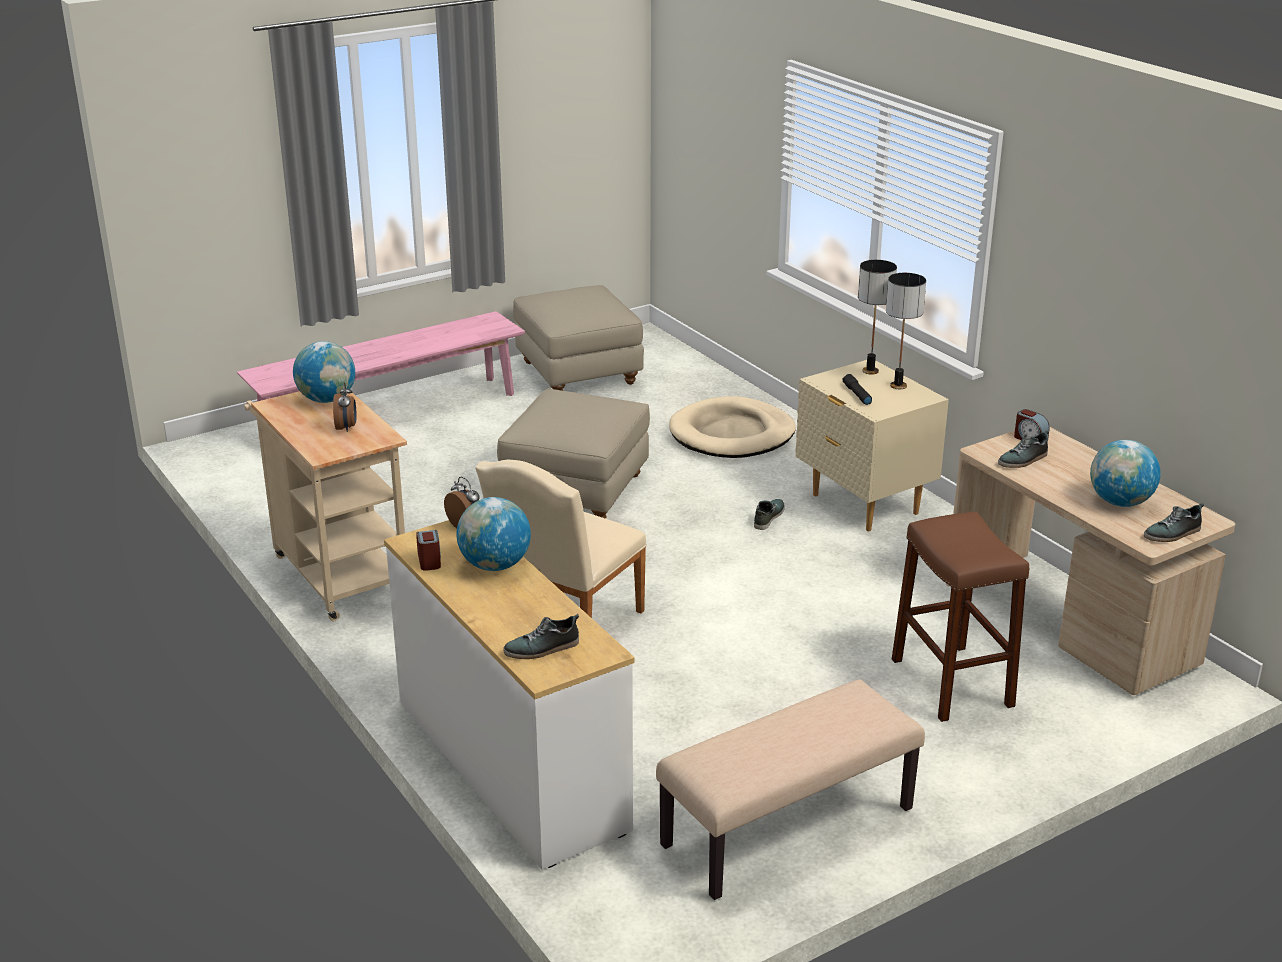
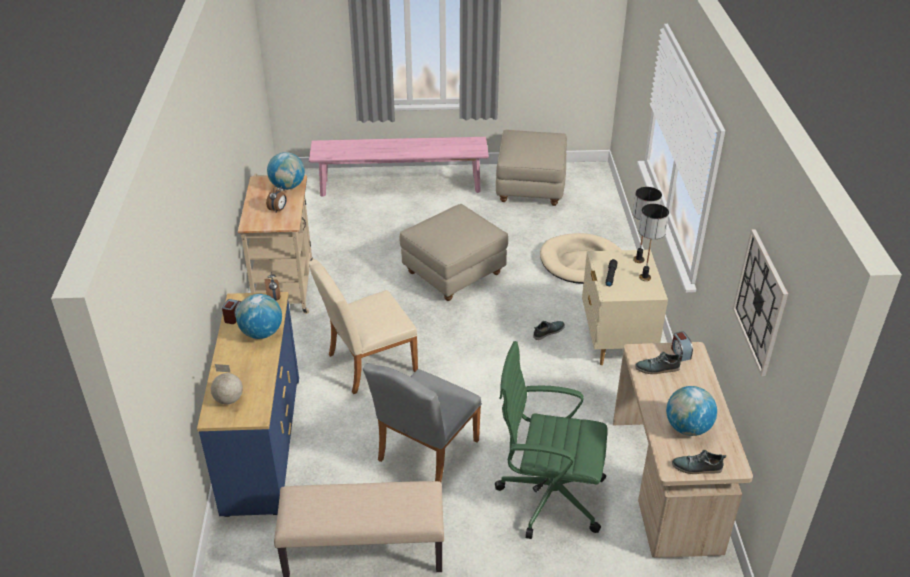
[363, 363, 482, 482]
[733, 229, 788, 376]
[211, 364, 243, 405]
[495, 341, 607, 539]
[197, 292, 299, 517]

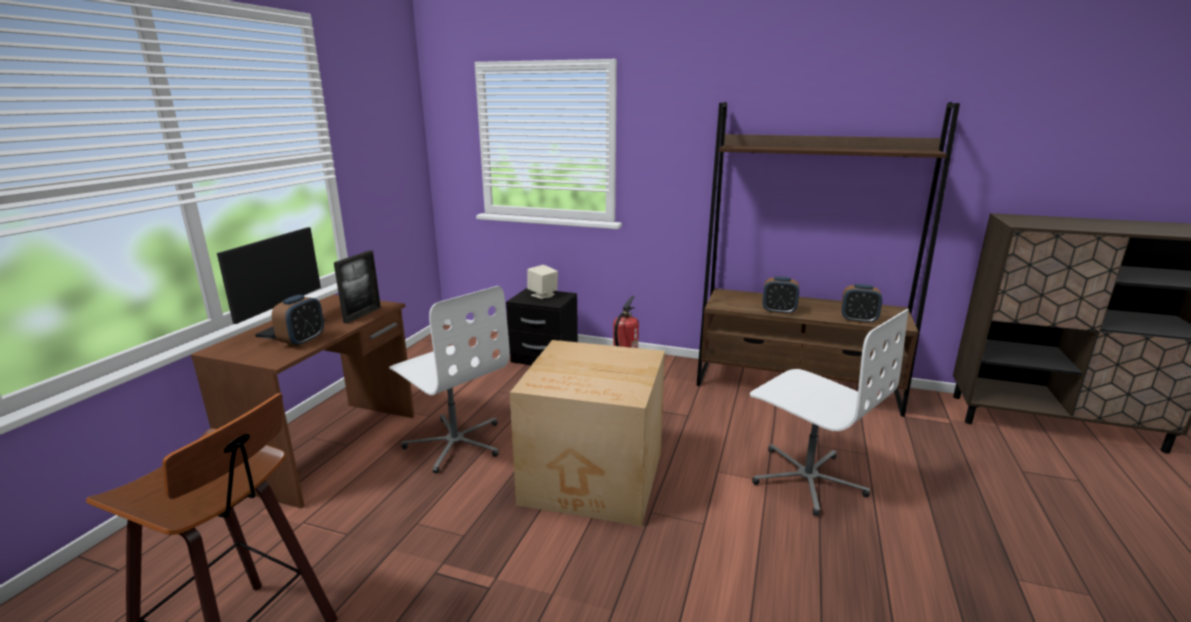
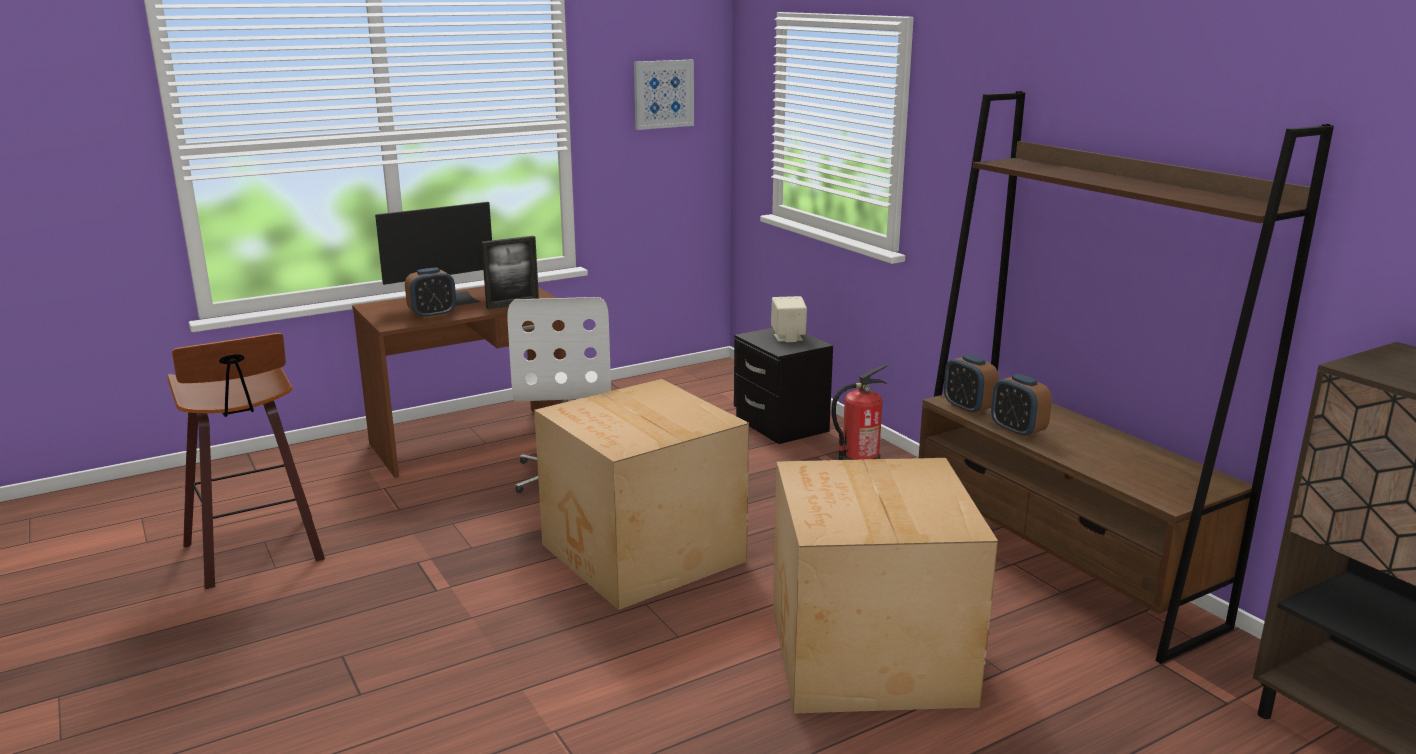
[634, 60, 694, 130]
[944, 354, 999, 415]
[773, 458, 998, 714]

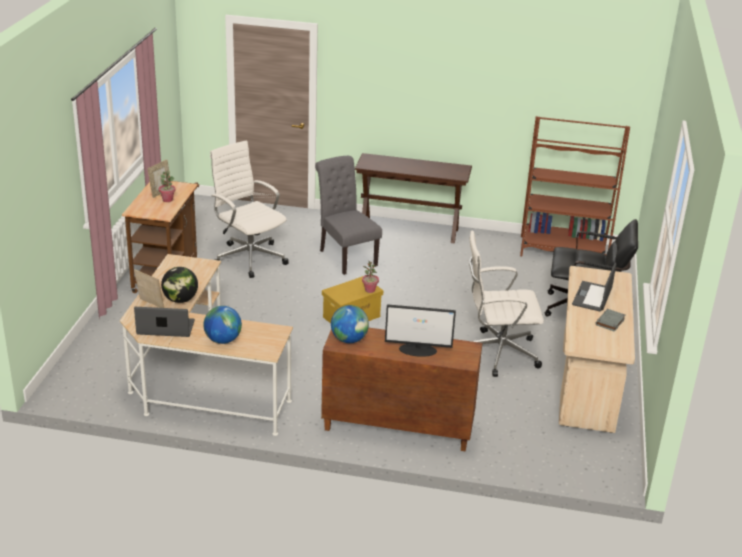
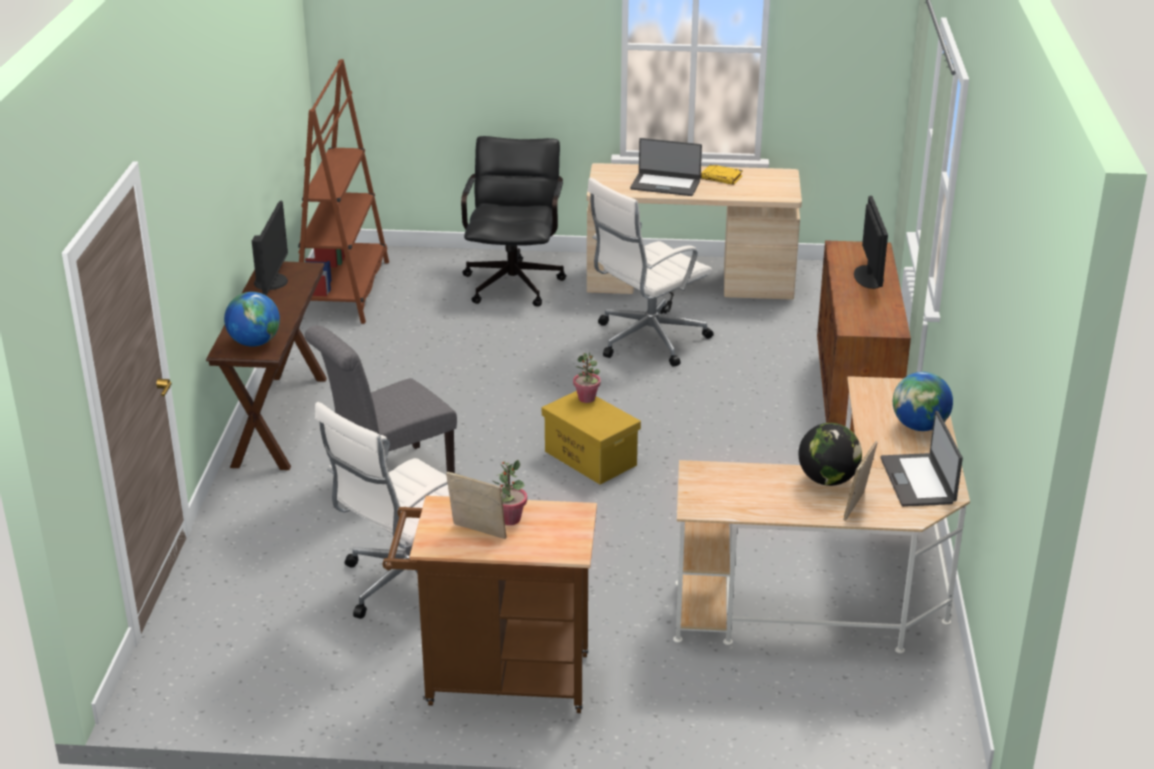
[252, 200, 288, 295]
[224, 292, 280, 347]
[701, 164, 743, 185]
[587, 178, 714, 367]

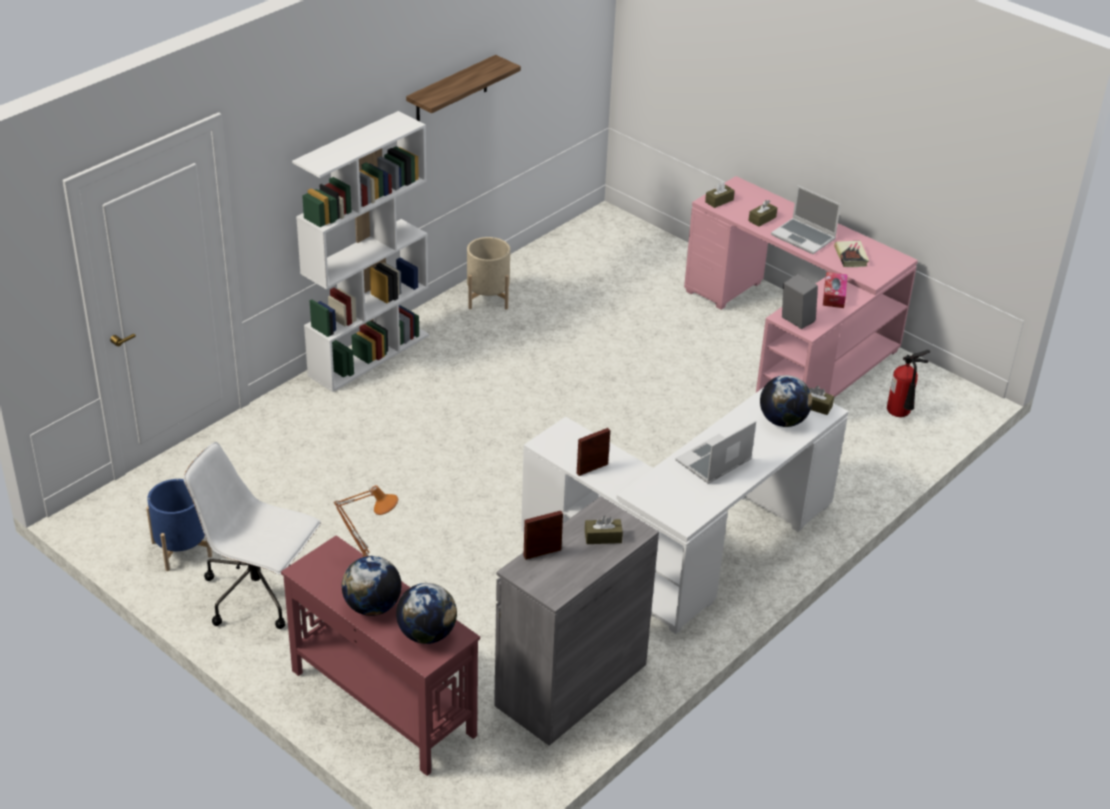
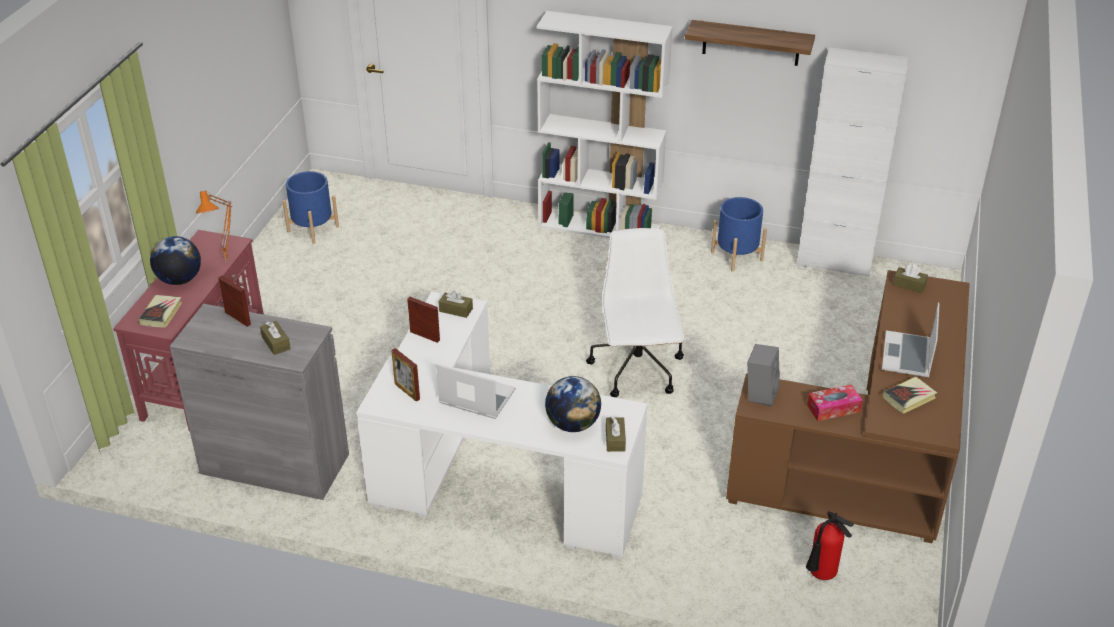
[391, 348, 420, 402]
[797, 47, 909, 277]
[586, 228, 684, 397]
[438, 290, 473, 318]
[138, 295, 182, 328]
[711, 197, 767, 272]
[726, 270, 970, 543]

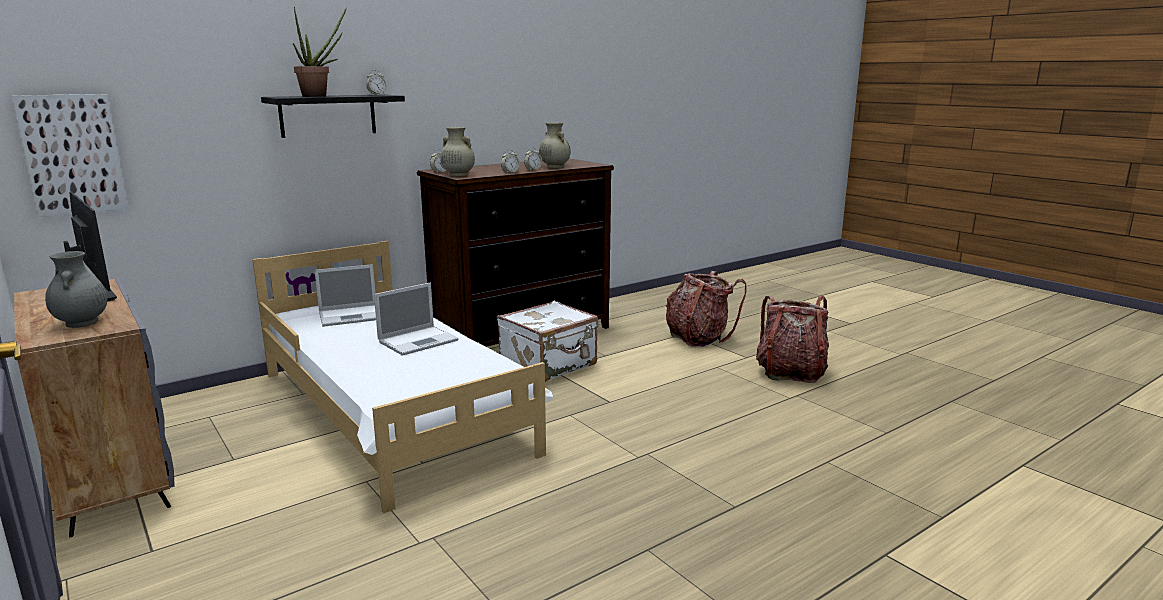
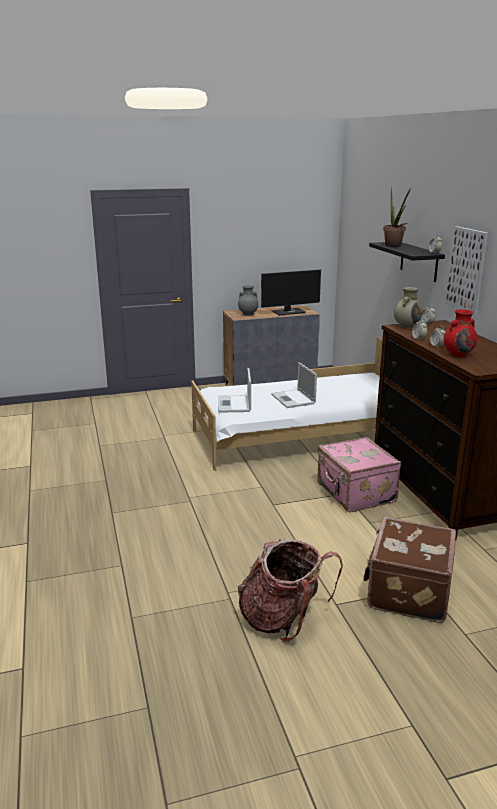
[445, 226, 488, 315]
[218, 368, 251, 413]
[363, 517, 456, 623]
[317, 437, 401, 512]
[444, 309, 477, 357]

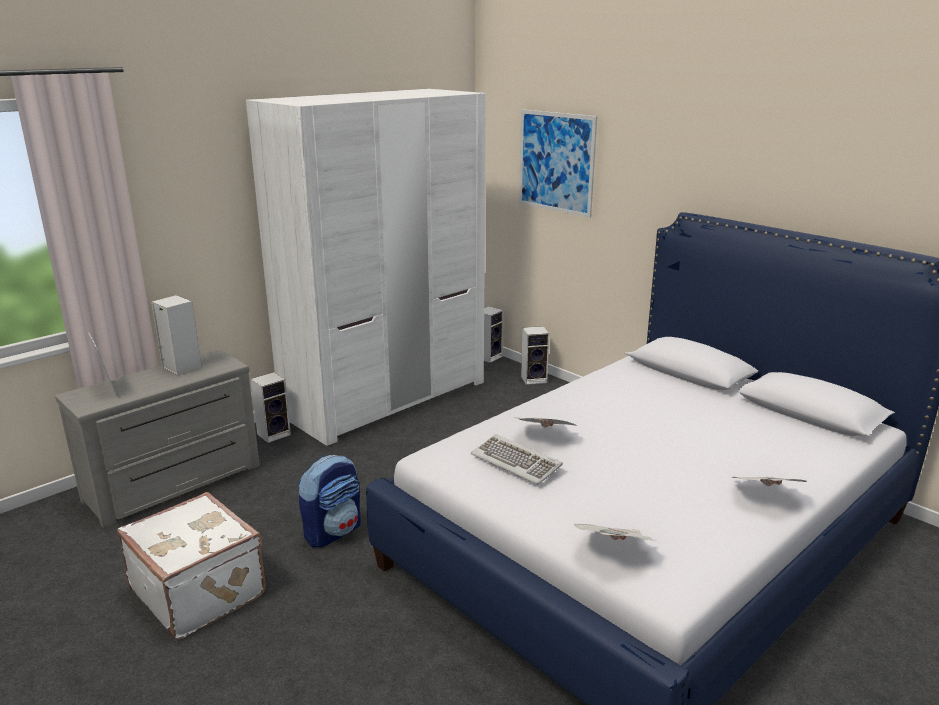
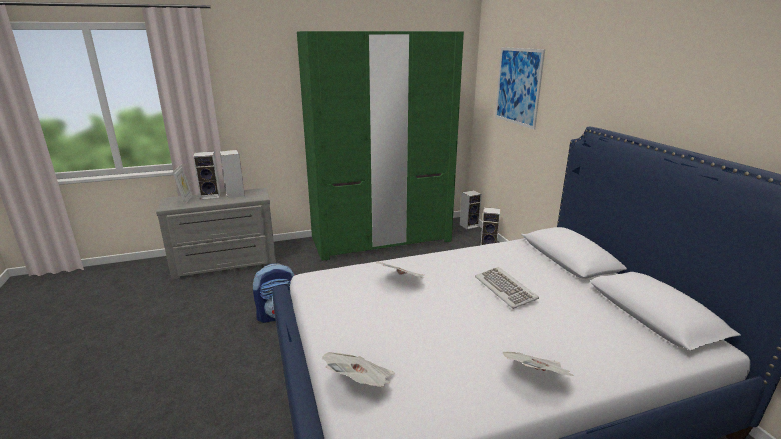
[117, 492, 266, 640] (first image)
[193, 151, 221, 200]
[475, 267, 539, 309]
[297, 31, 464, 261]

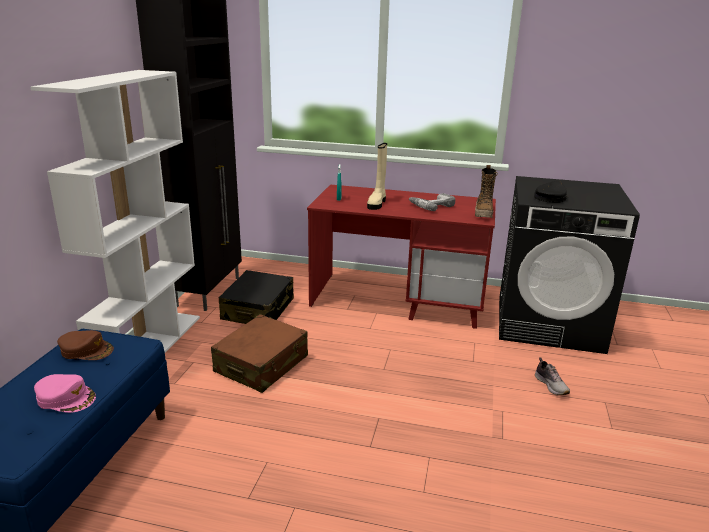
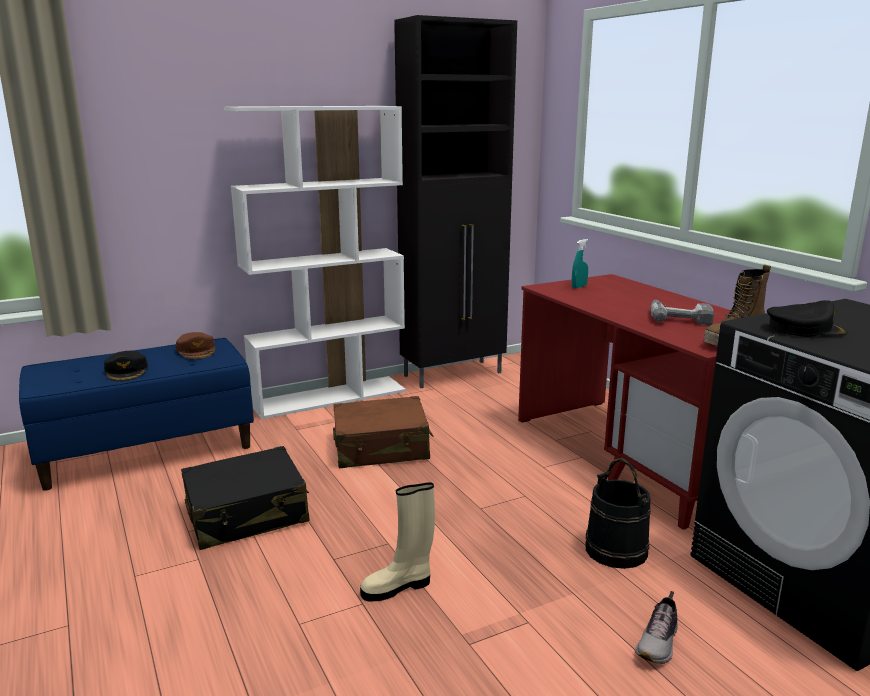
[586, 458, 651, 569]
[181, 446, 309, 550]
[360, 482, 435, 601]
[104, 351, 148, 381]

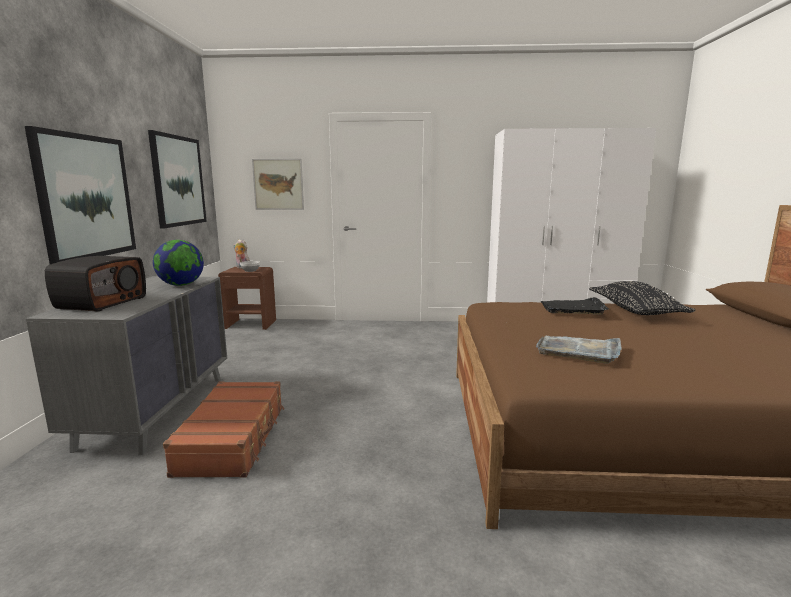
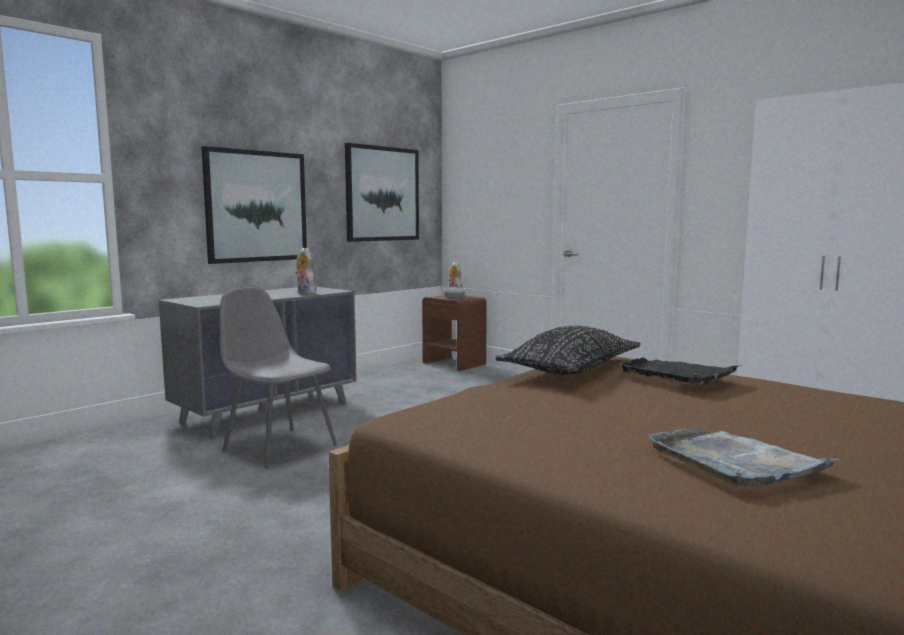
[45, 256, 146, 312] (first image)
[252, 159, 304, 210] (first image)
[648, 427, 840, 487]
[496, 326, 641, 375]
[295, 248, 317, 294]
[220, 286, 337, 469]

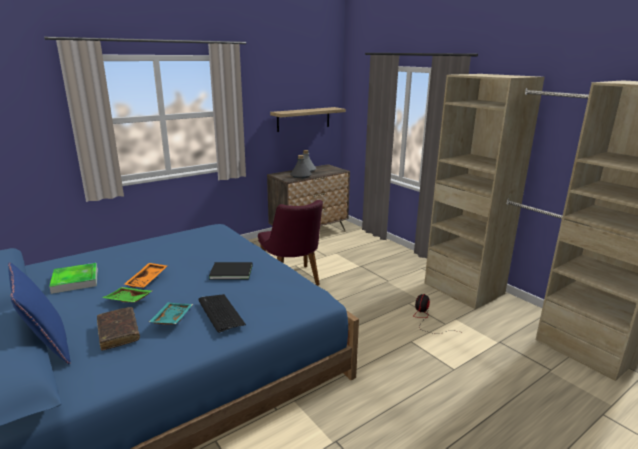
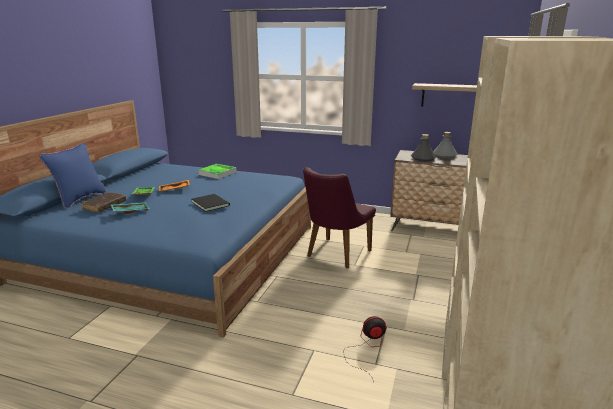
[198, 294, 246, 333] (first image)
[198, 164, 237, 179]

